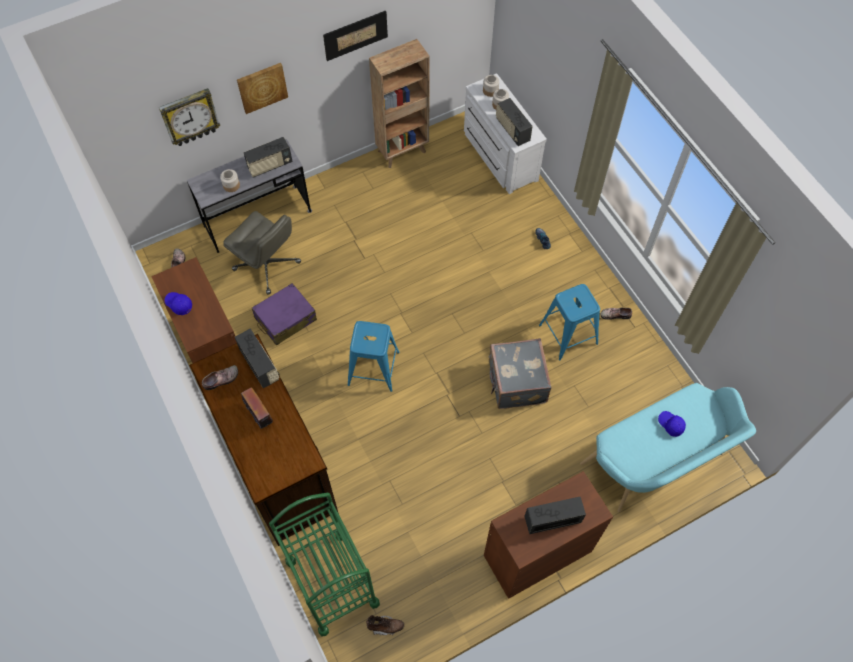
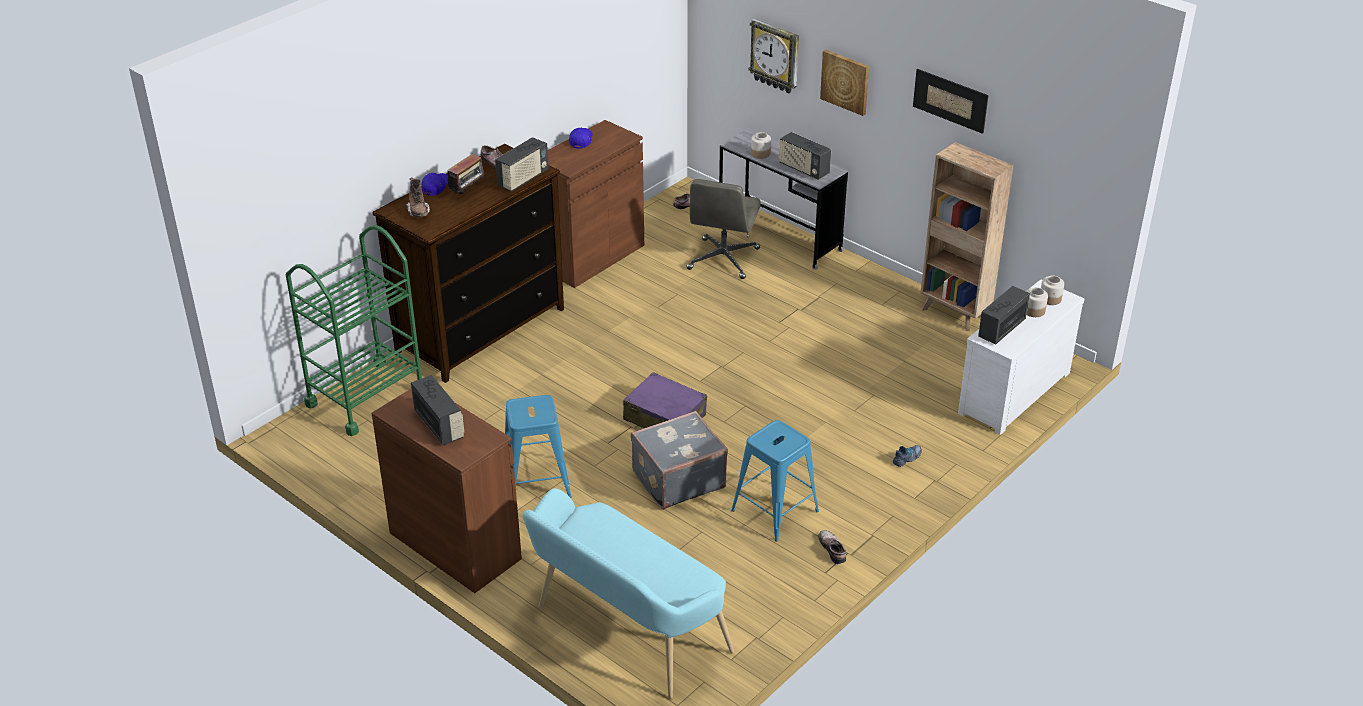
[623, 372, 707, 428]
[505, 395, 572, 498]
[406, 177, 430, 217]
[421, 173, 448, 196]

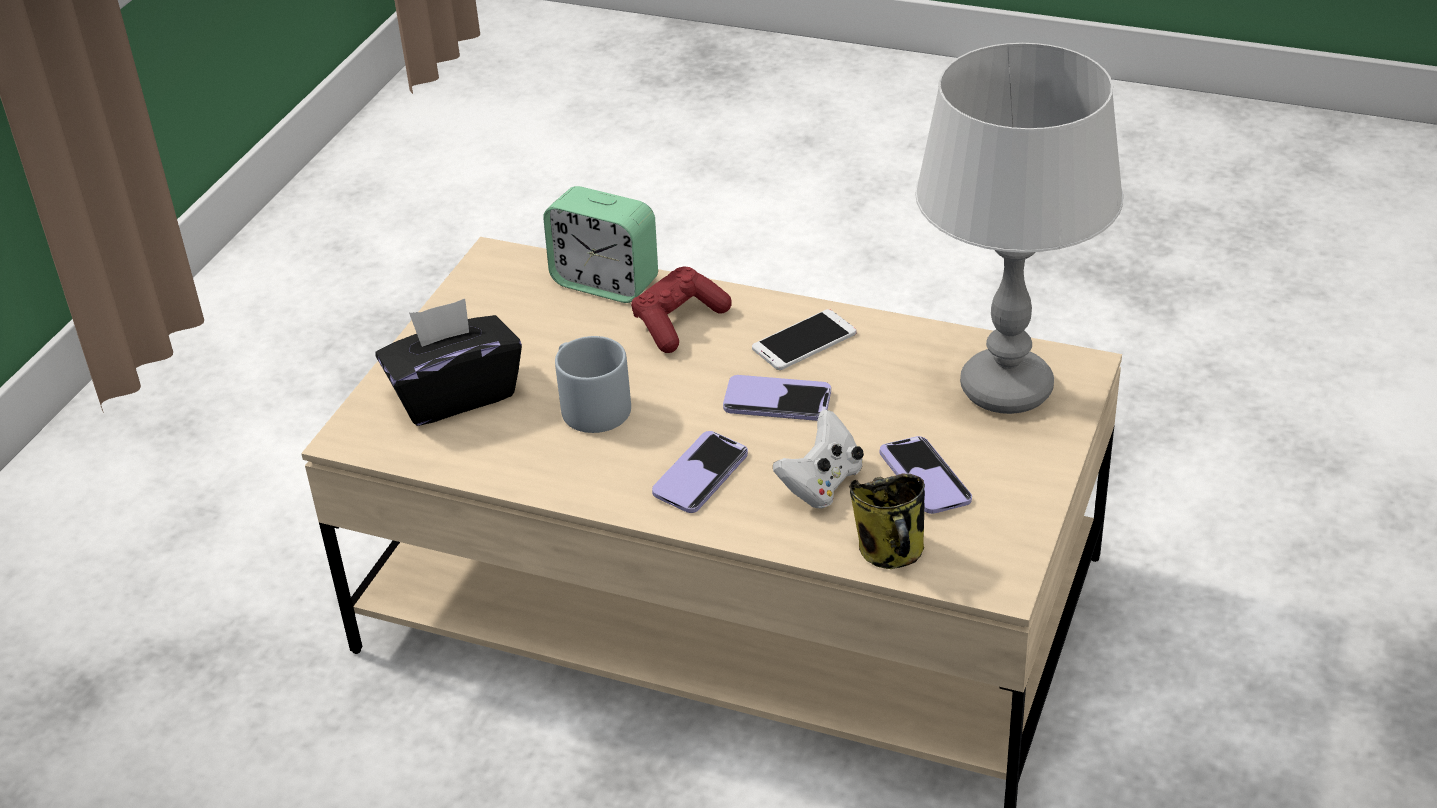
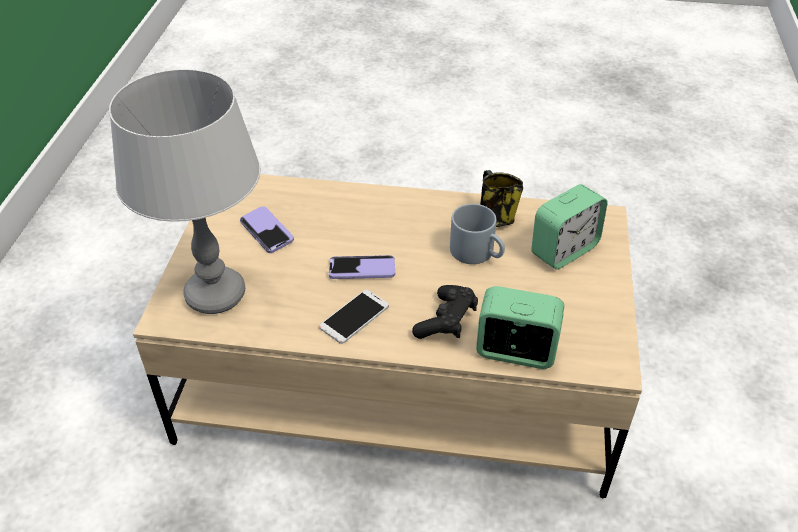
[652, 431, 748, 513] (first image)
[773, 409, 864, 509] (first image)
[480, 170, 523, 227]
[531, 184, 608, 269]
[412, 285, 478, 339]

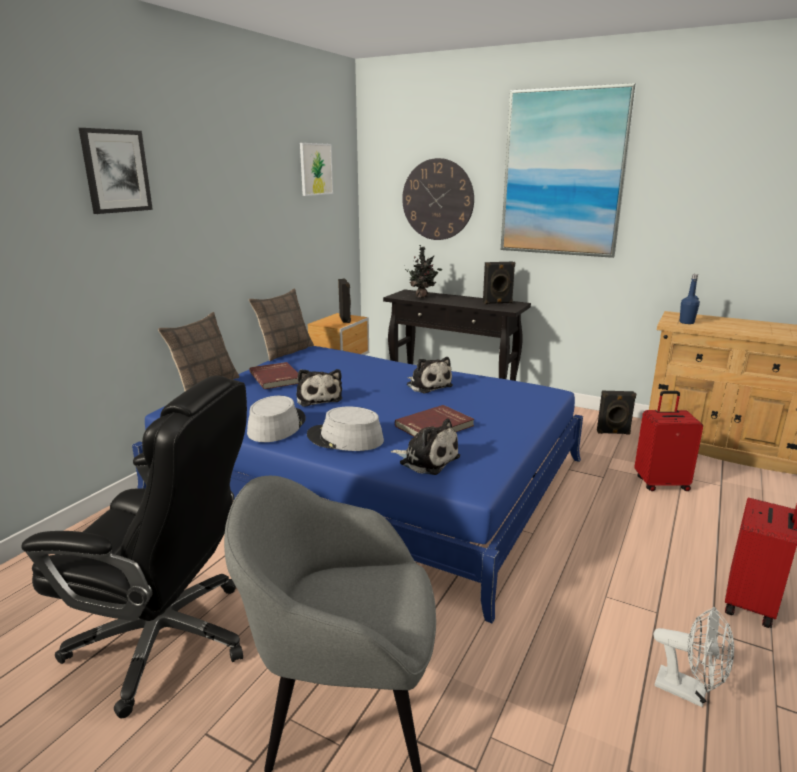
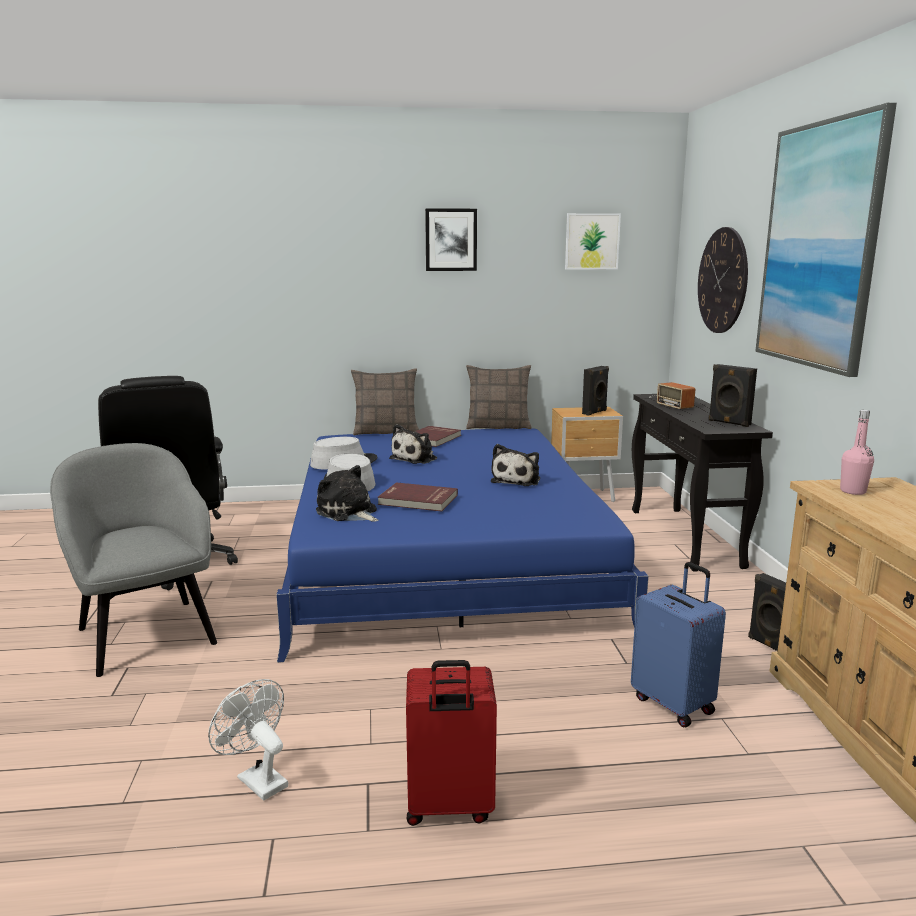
[425, 208, 477, 271]
[649, 382, 695, 409]
[631, 562, 726, 727]
[840, 410, 874, 495]
[316, 465, 378, 522]
[208, 679, 288, 801]

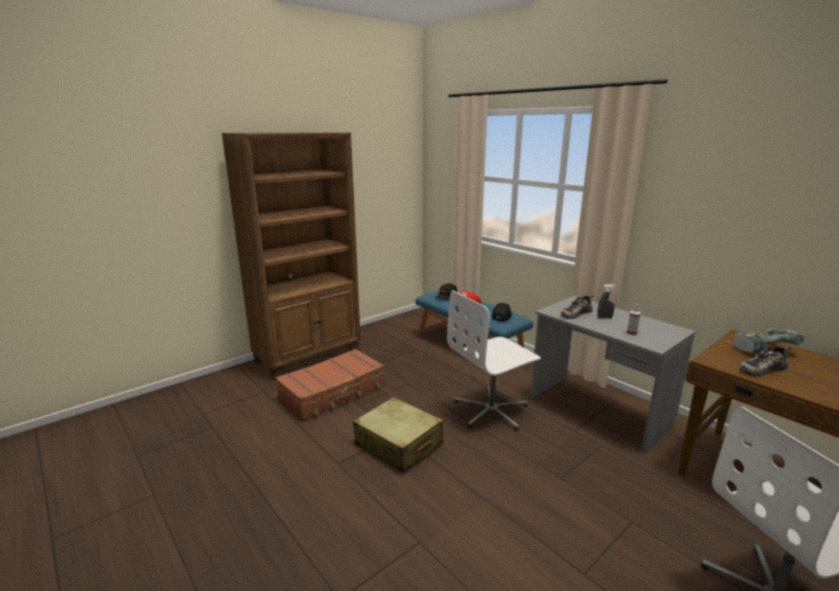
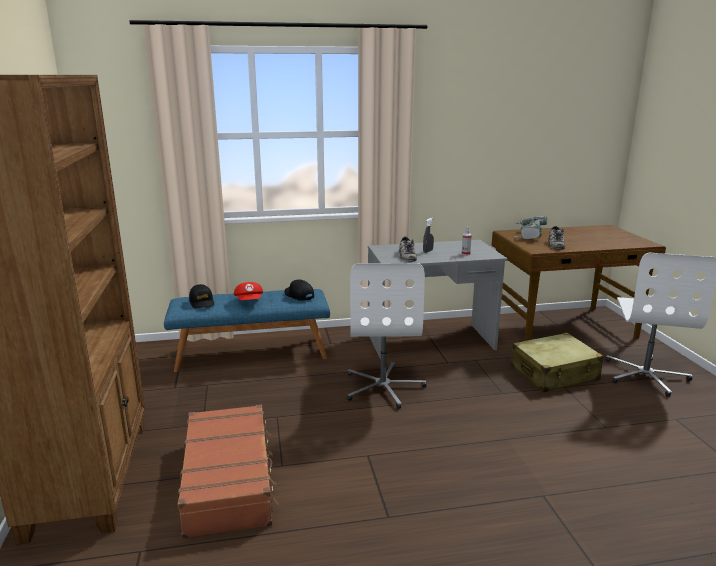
[511, 333, 604, 392]

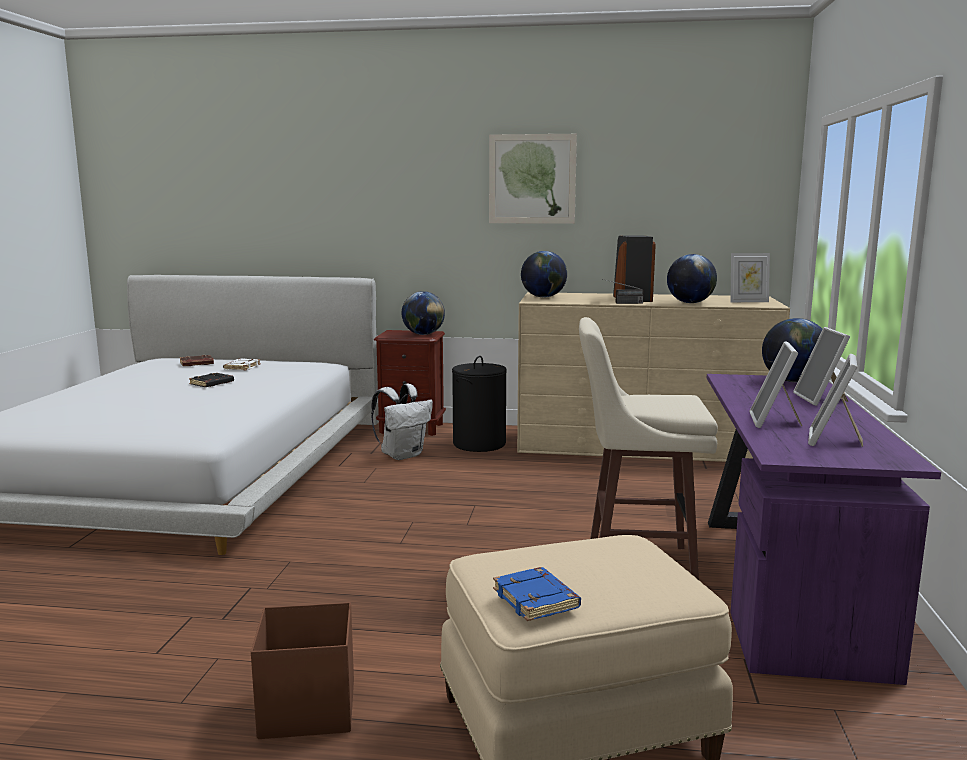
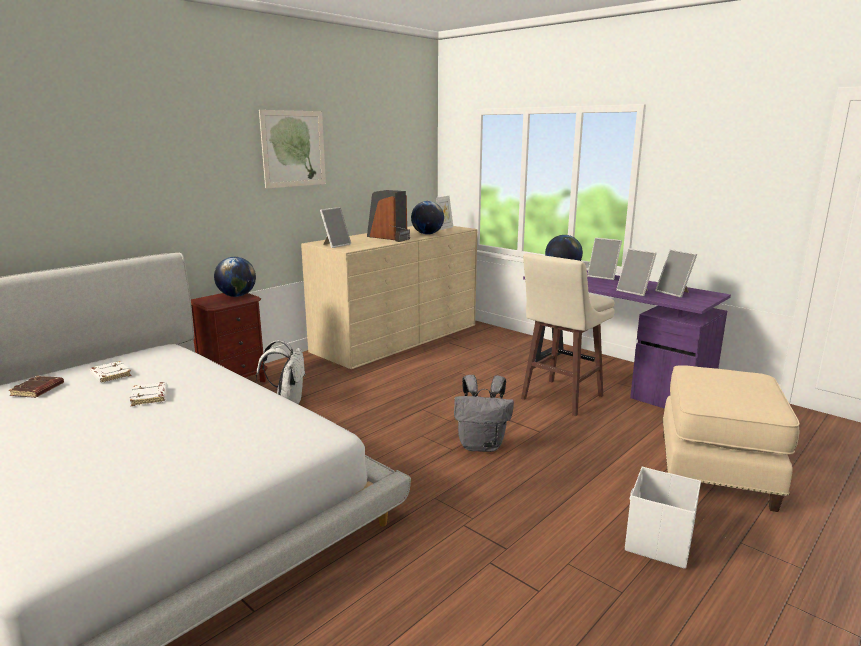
[452, 356, 507, 452] (first image)
[493, 567, 581, 621] (first image)
[454, 375, 514, 452]
[320, 207, 351, 248]
[130, 382, 167, 406]
[625, 467, 701, 569]

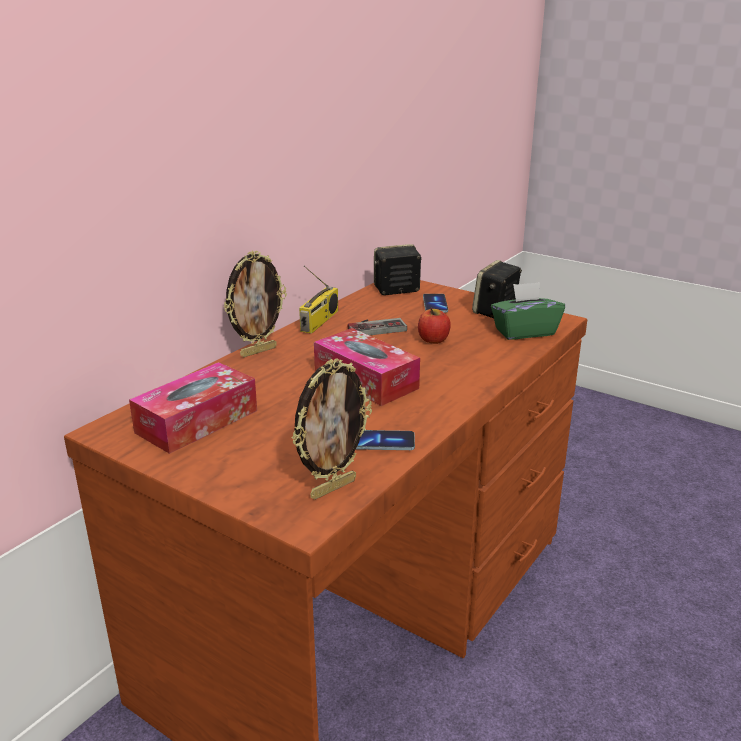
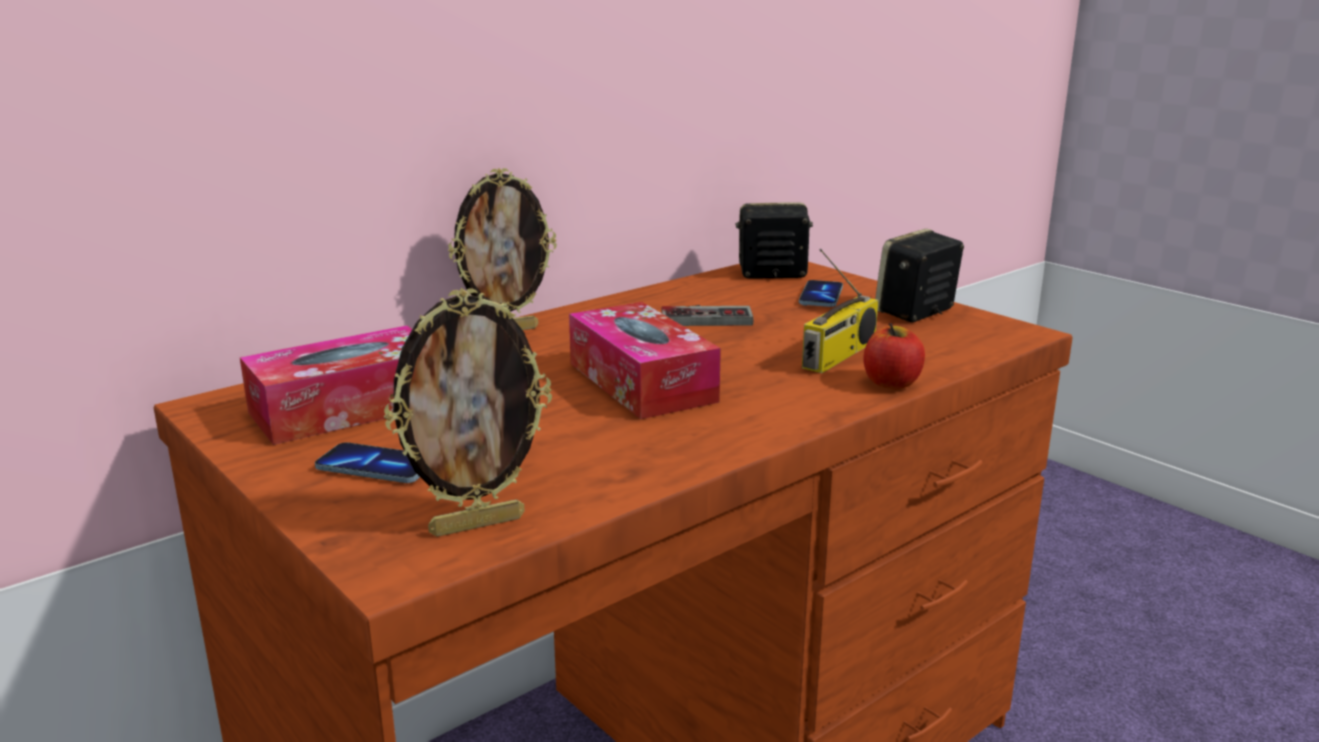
[491, 282, 565, 340] (first image)
[802, 249, 878, 373]
[315, 442, 420, 483]
[863, 323, 925, 389]

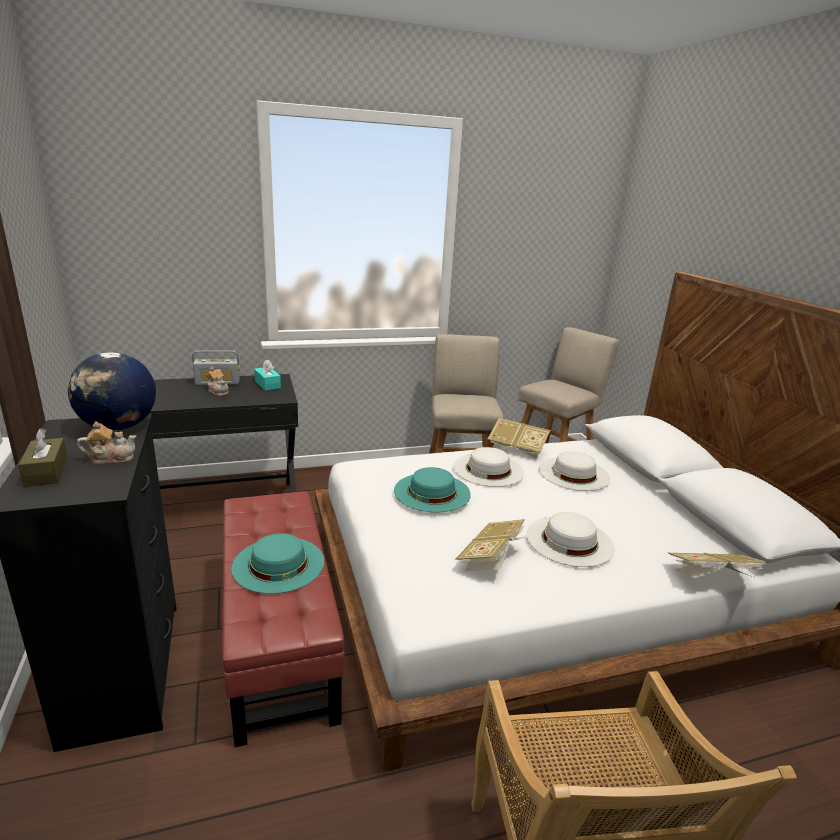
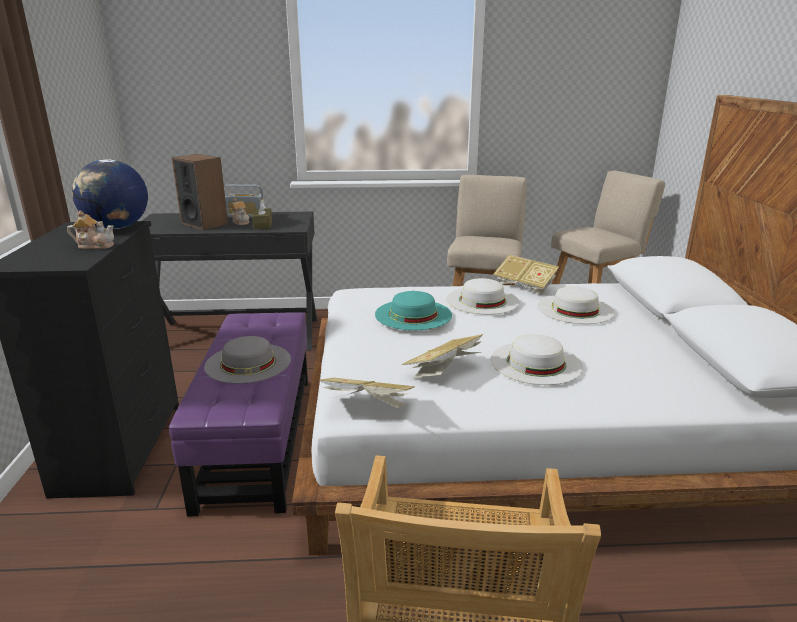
[254, 359, 281, 391] (first image)
[172, 154, 228, 230]
[252, 200, 272, 229]
[319, 378, 415, 408]
[169, 312, 308, 517]
[204, 336, 291, 384]

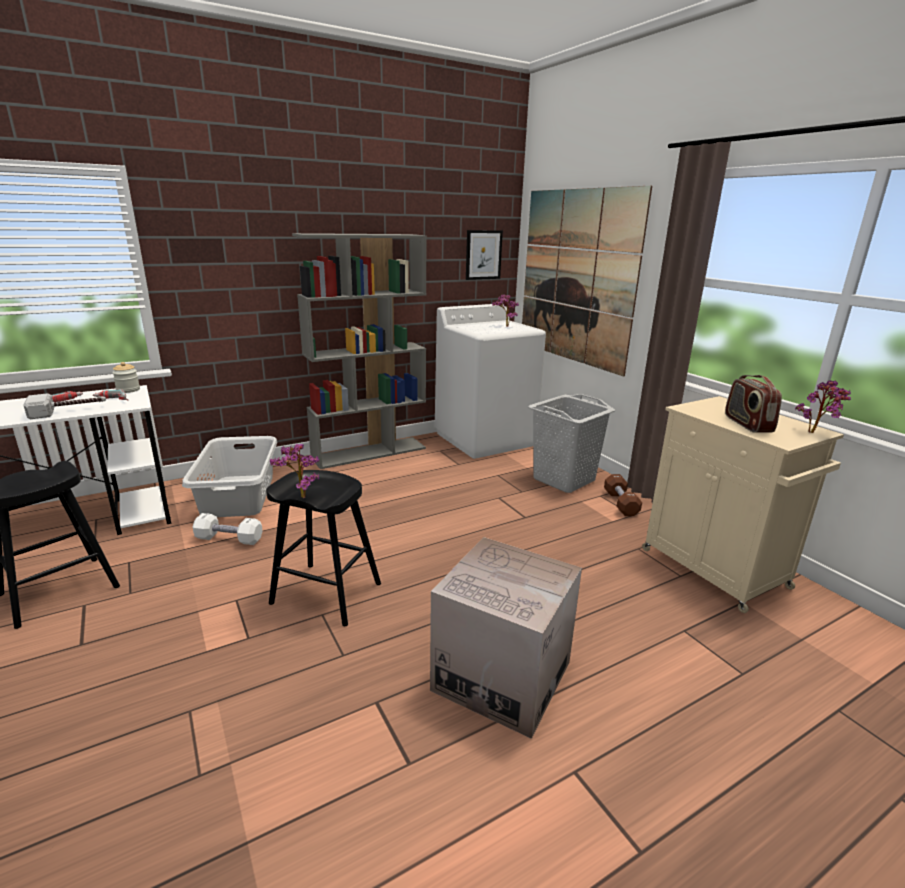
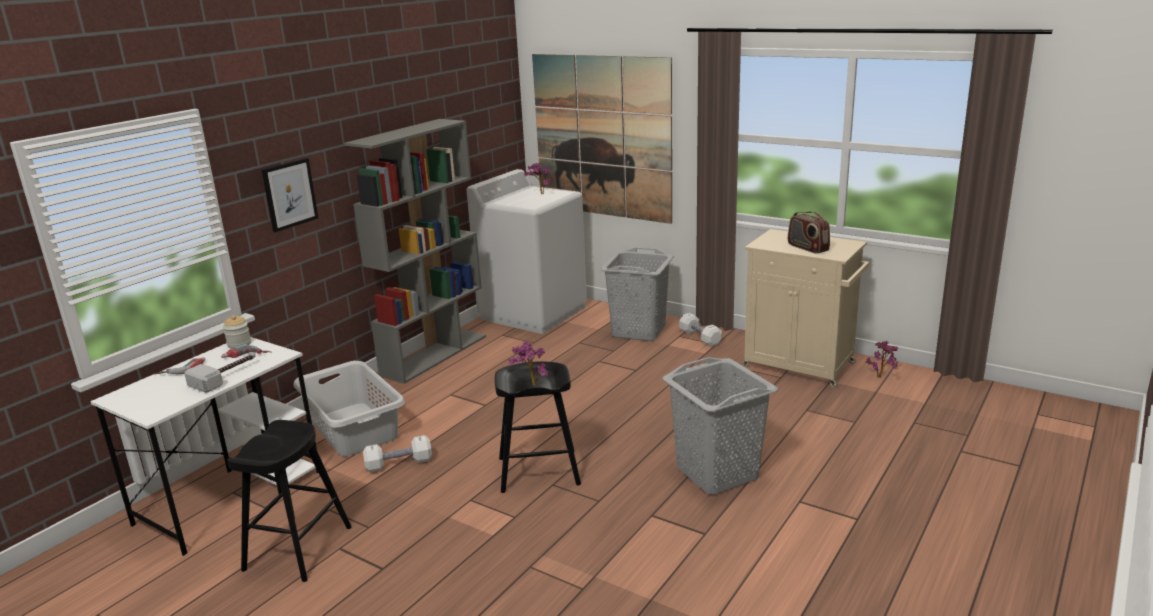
[262, 158, 318, 232]
[865, 341, 898, 378]
[663, 357, 778, 495]
[679, 313, 722, 347]

